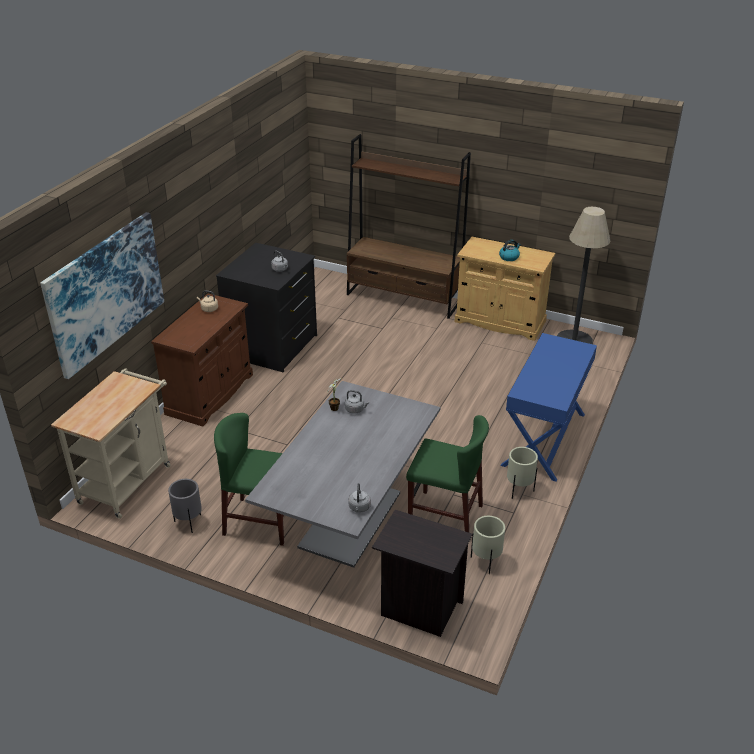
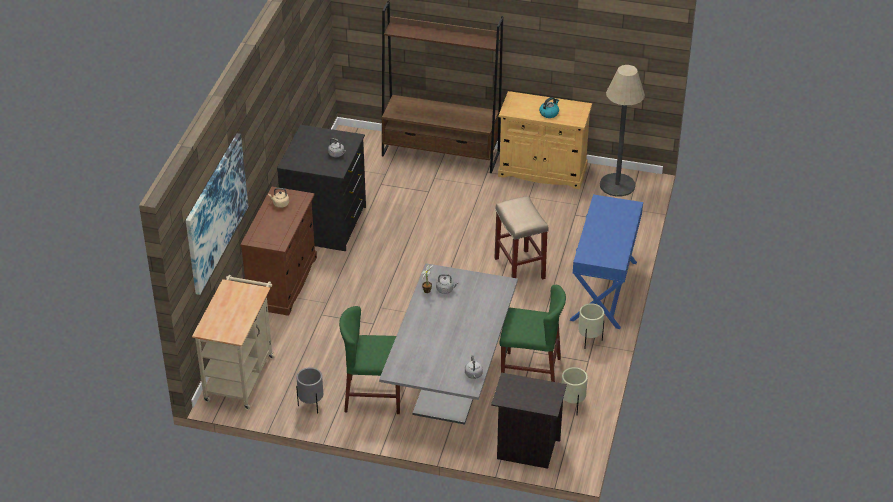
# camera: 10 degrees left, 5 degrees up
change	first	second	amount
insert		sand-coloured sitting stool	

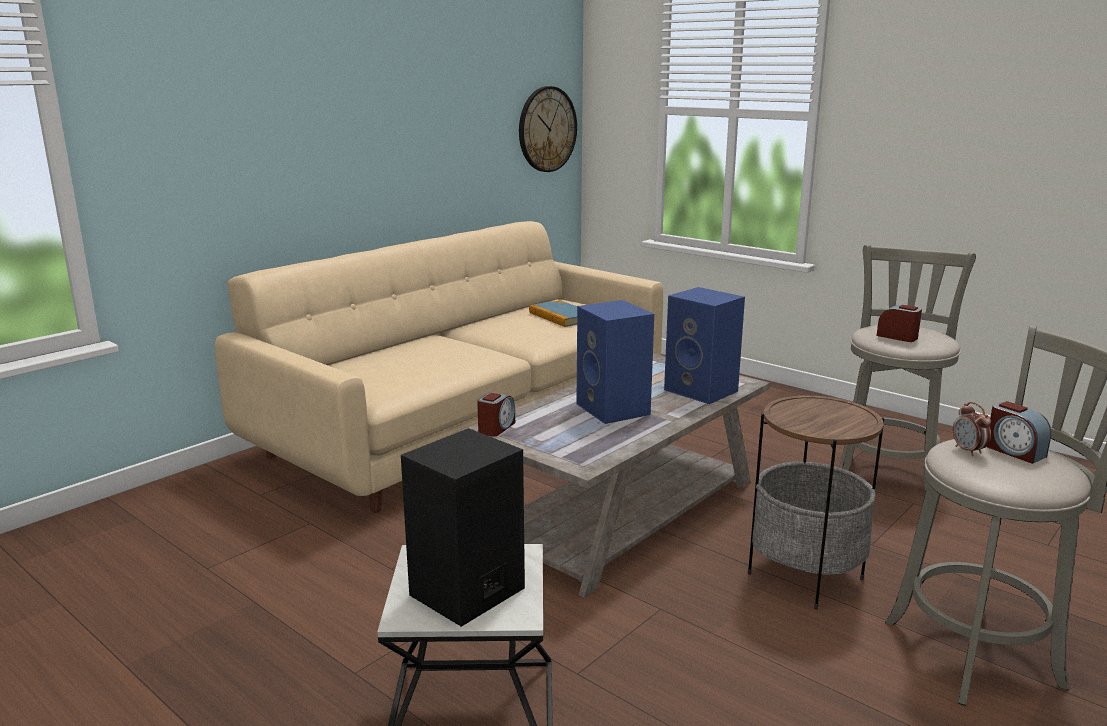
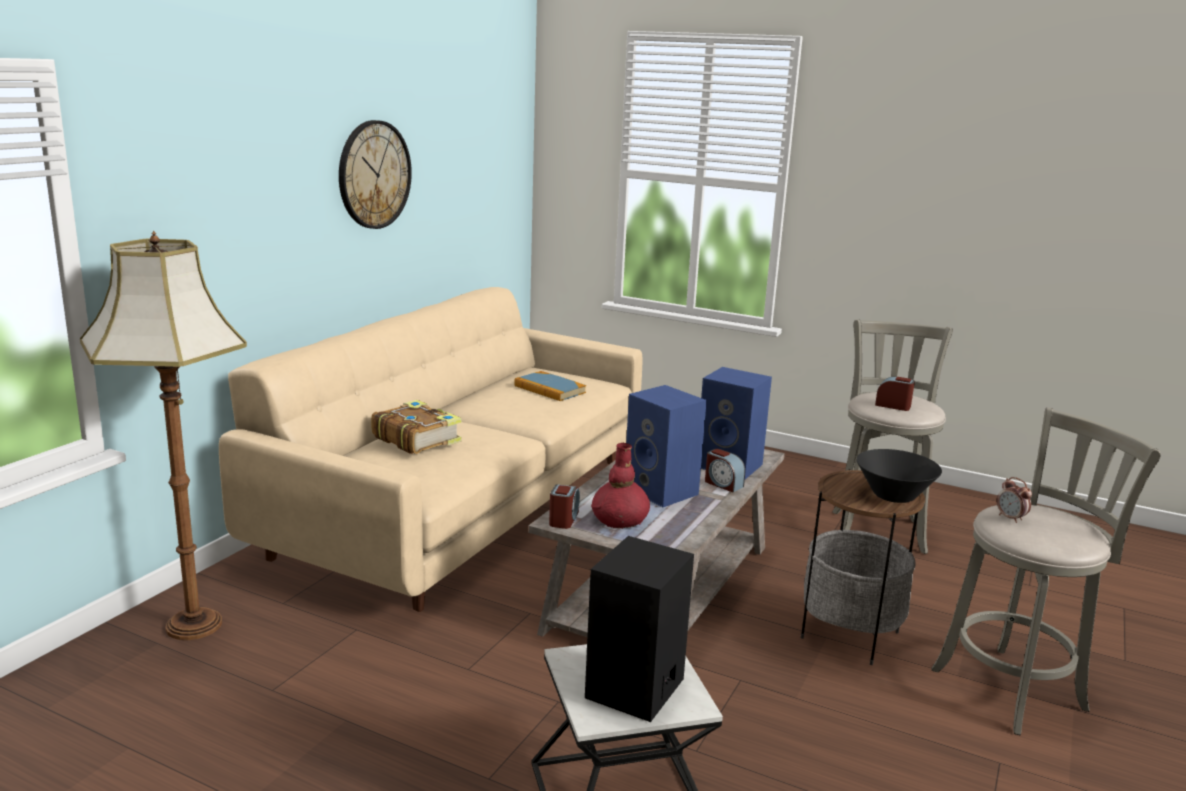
# camera: 15 degrees left, 0 degrees up
change	first	second	amount
move	hanging clock		
move	bedside clock (4th from left in the first image)	bedside clock (2nd from left)	
insert		standard lamp	
insert		bound book (1st from left)	
insert		red decorative vase	
insert		black deep dish	

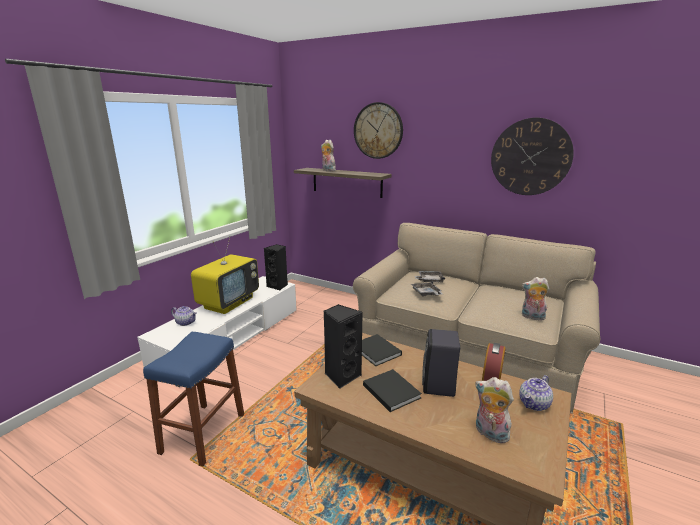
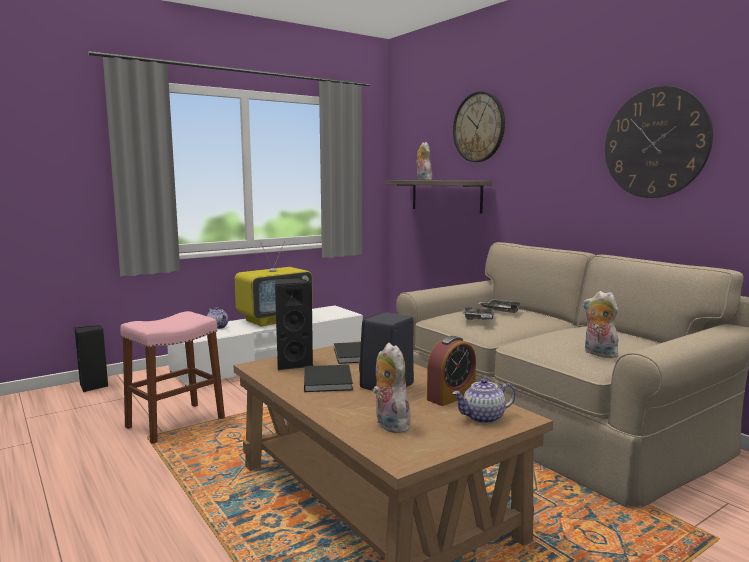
# camera: 25 degrees right, 10 degrees down
change	first	second	amount
move	black speaker (1st from left)		
recolor	blue sitting stool	pink sitting stool	

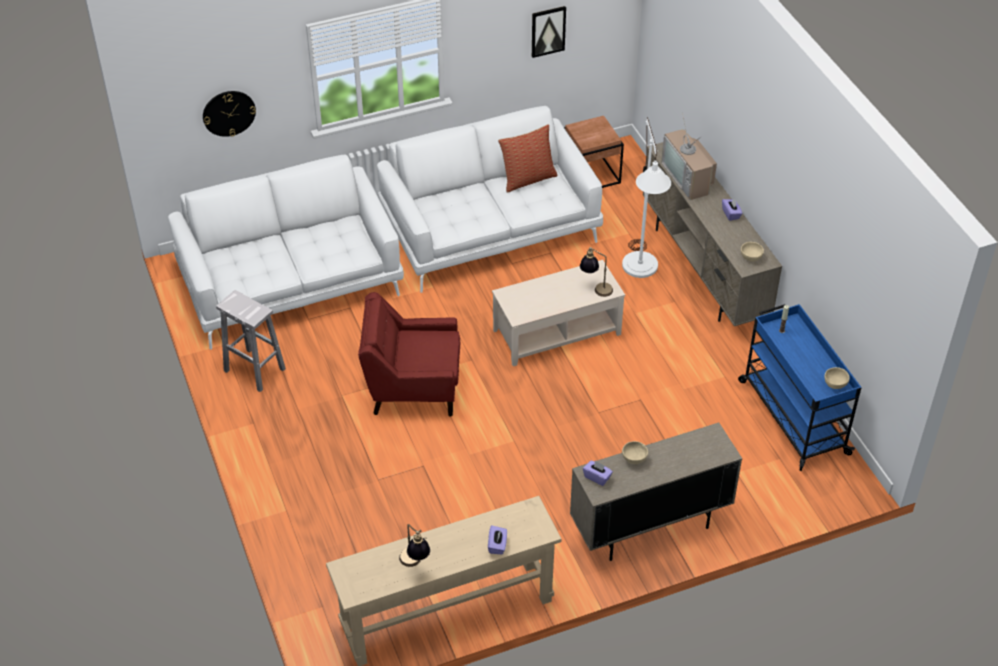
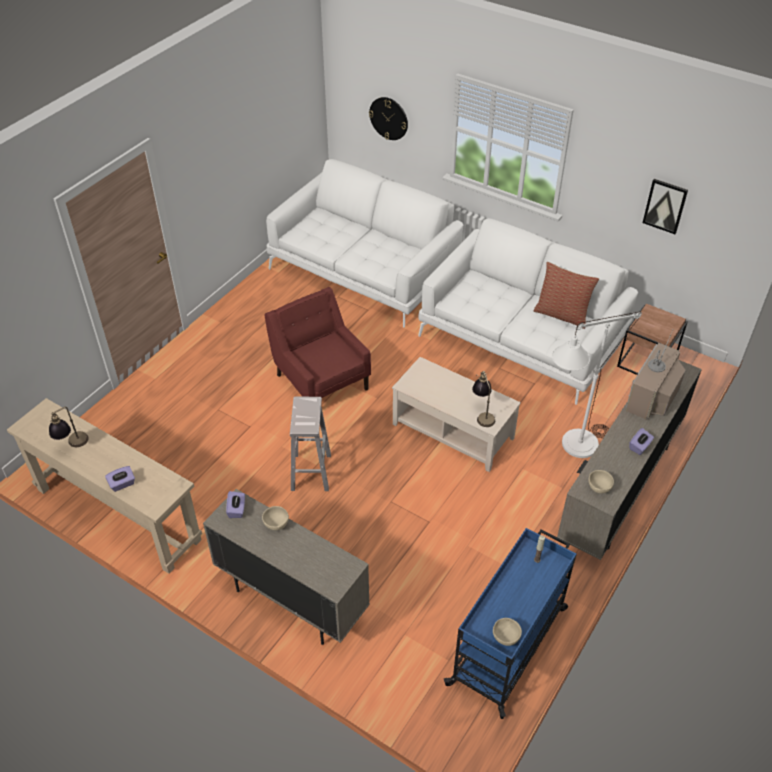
# camera: 55 degrees right, 0 degrees up
change	first	second	amount
move	white-coloured sitting stool		

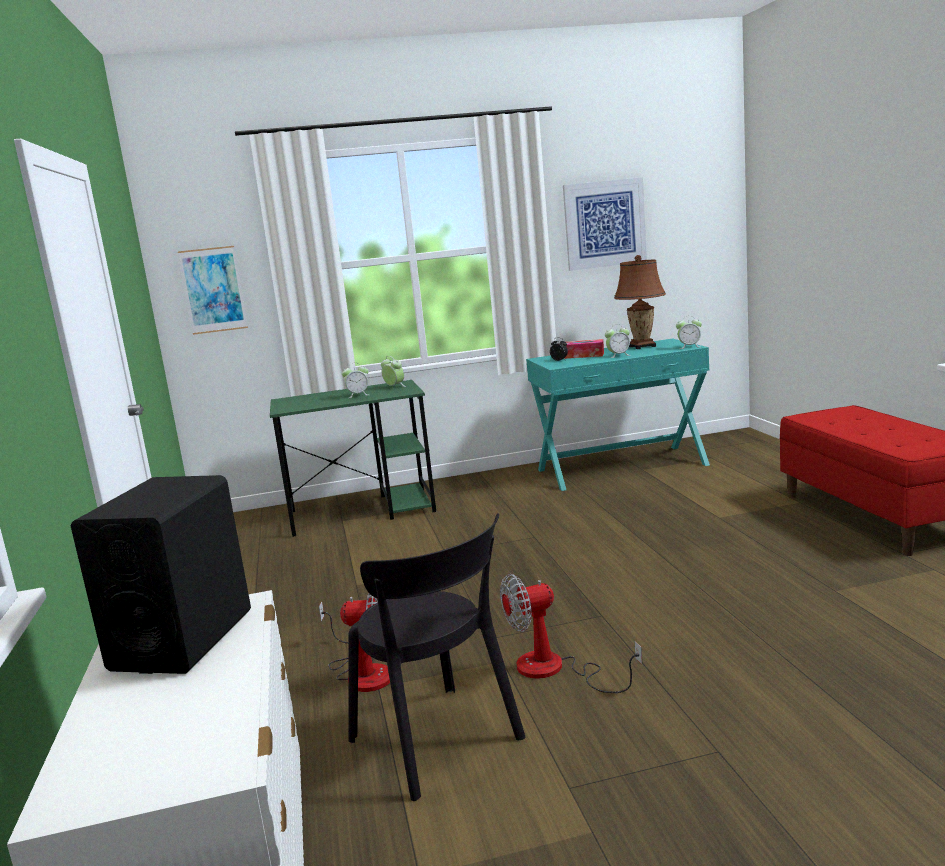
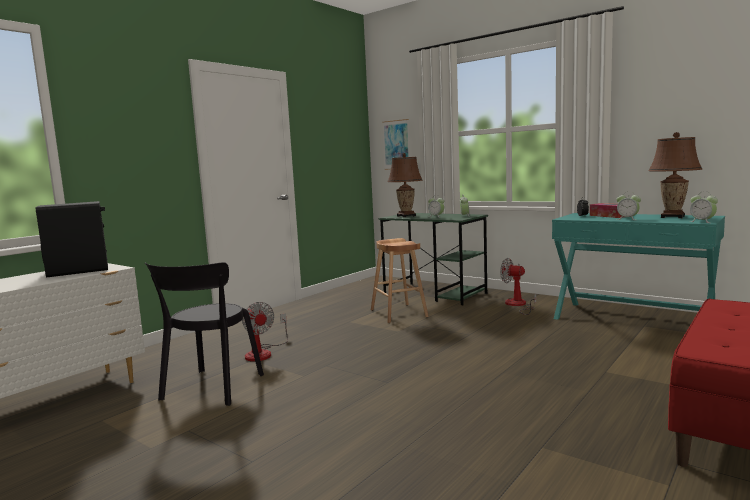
# camera: 50 degrees right, 5 degrees down
change	first	second	amount
delete	picture (2nd from left)		
move	fan (2nd from left)		
insert		brownish tabletop lamp (1st from left)	
insert		brownish sitting stool	

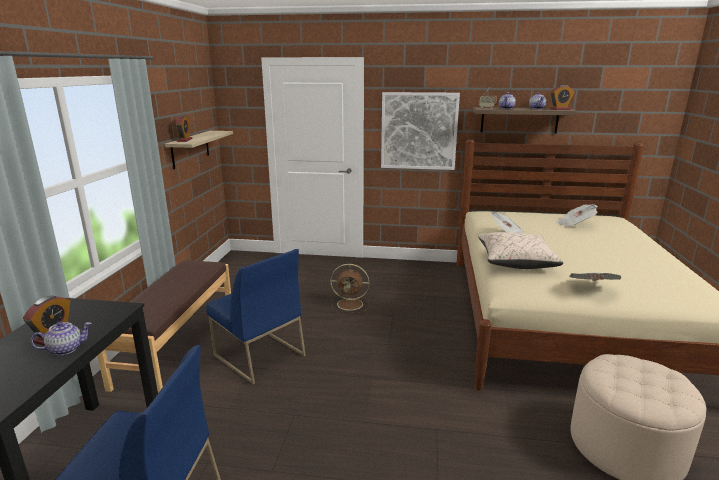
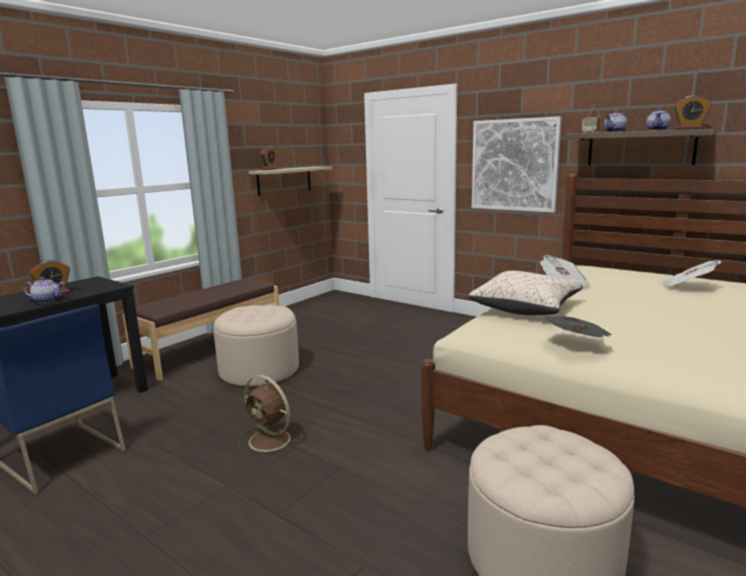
# camera: 30 degrees right, 5 degrees down
change	first	second	amount
replace	blue plain chair (2nd from left)	sand-coloured footrest (1st from left)	
move	brownish fan		

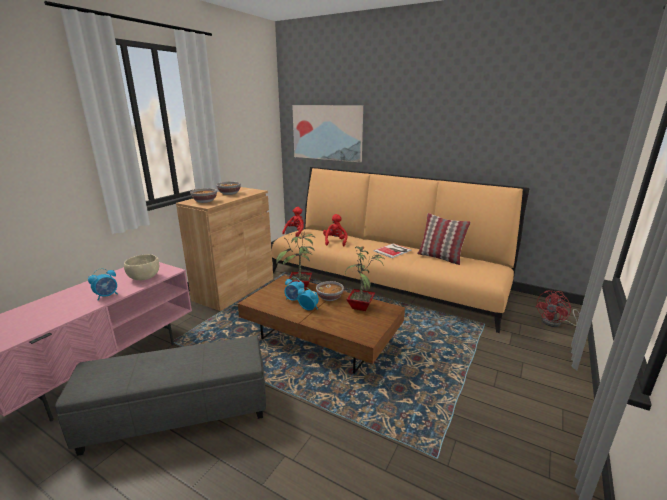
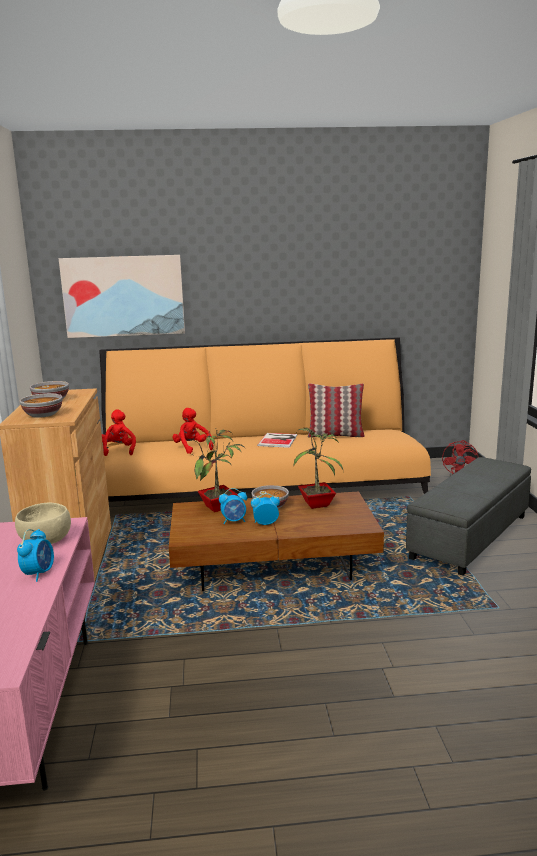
# camera: 35 degrees left, 5 degrees down
change	first	second	amount
move	greyish footrest		

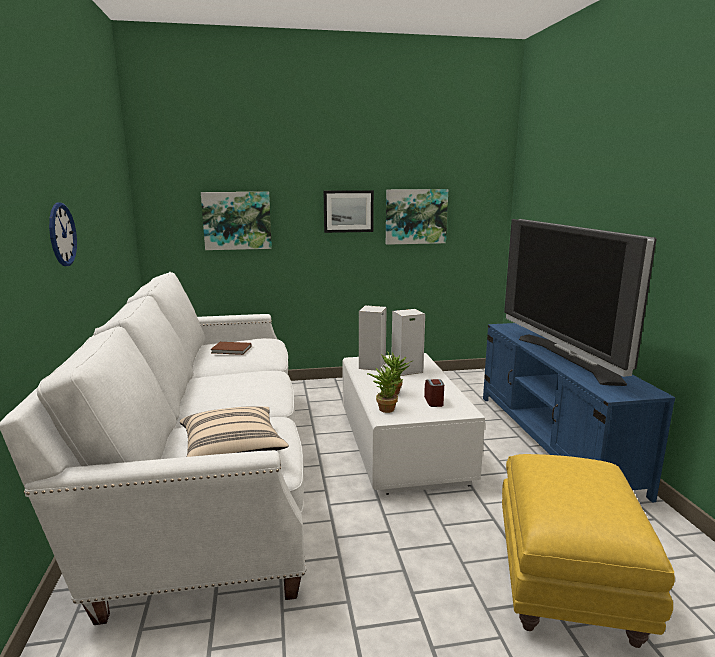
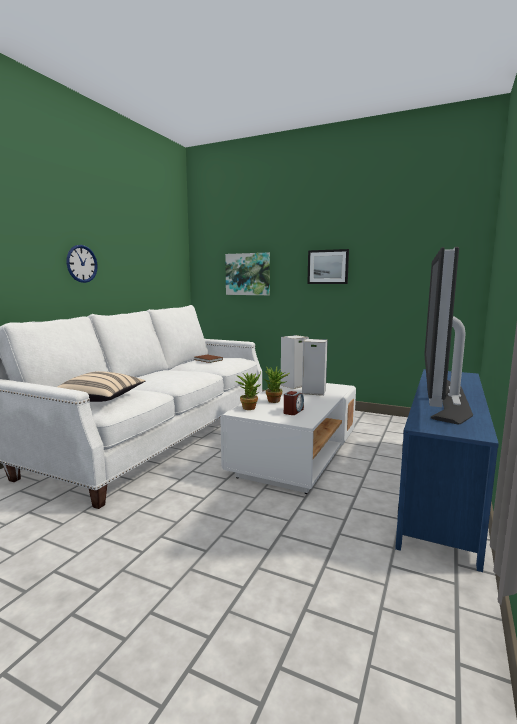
# camera: 35 degrees right, 5 degrees down
change	first	second	amount
delete	picture (3rd from left)		
delete	yellowish footrest		

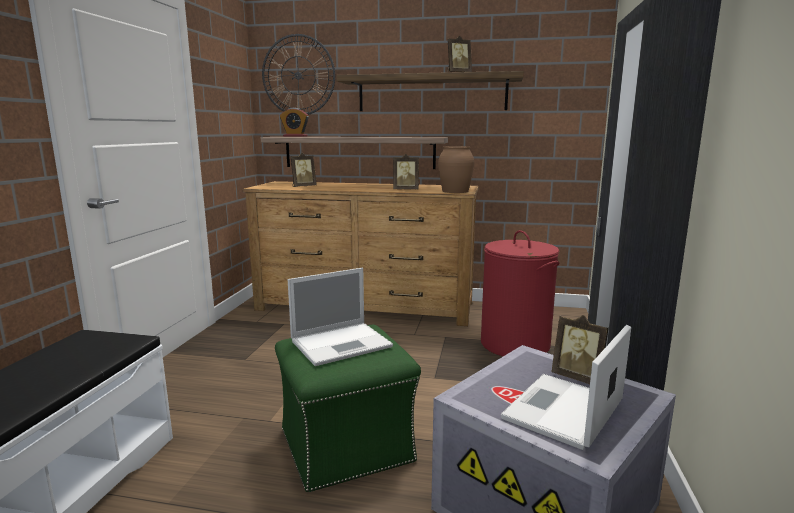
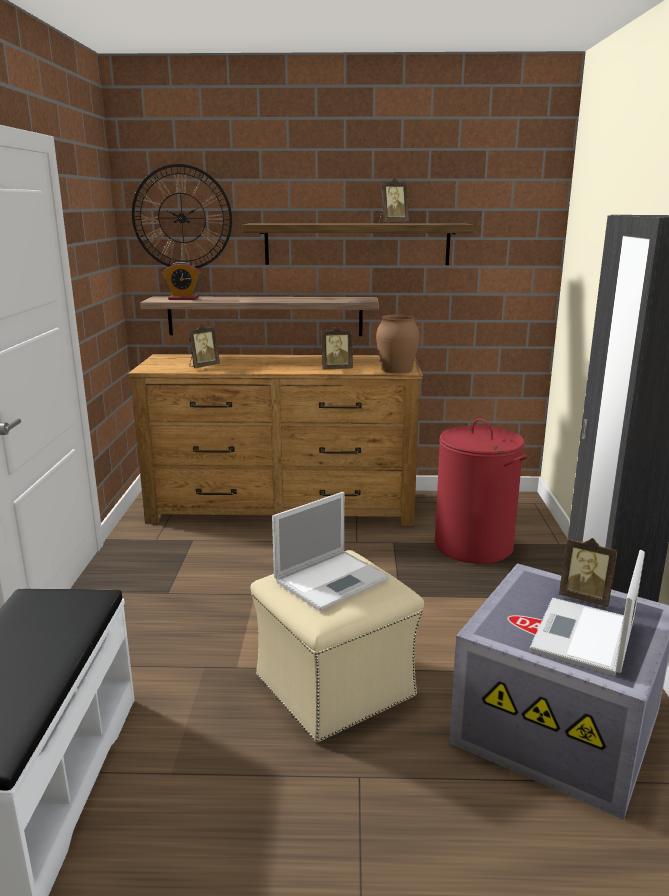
# camera: 10 degrees left, 5 degrees up
change	first	second	amount
recolor	greenish footrest	sand-coloured footrest	

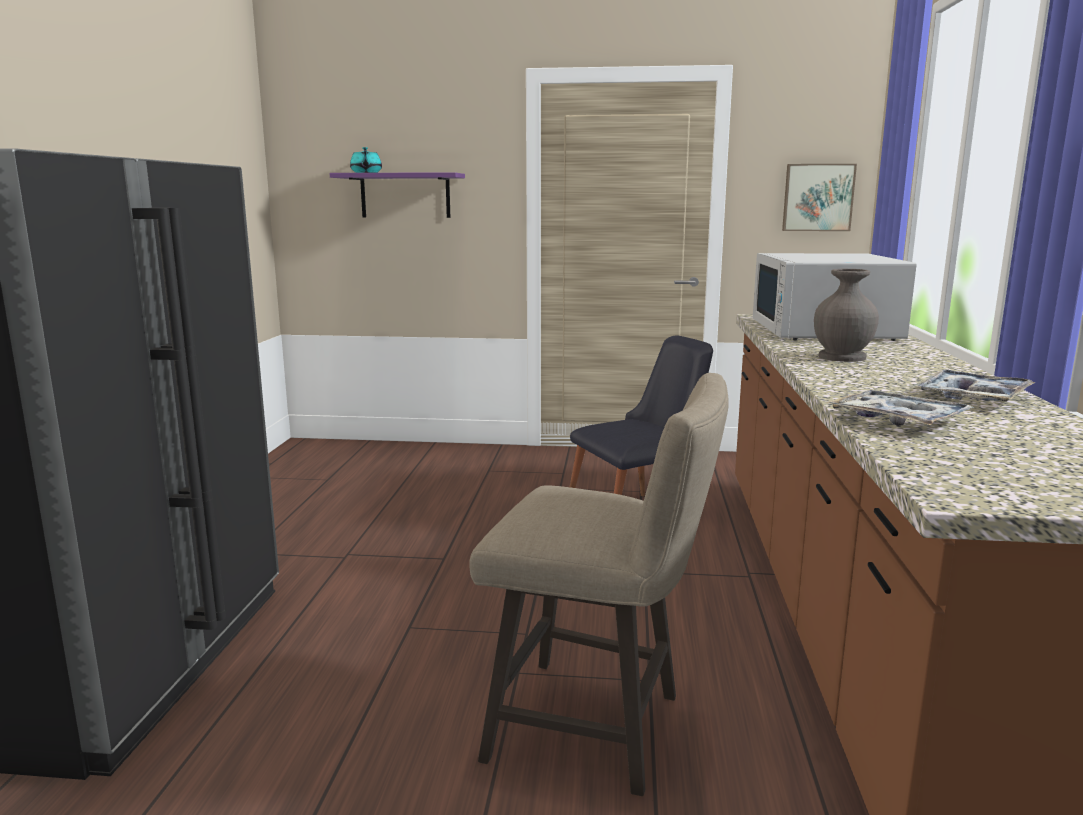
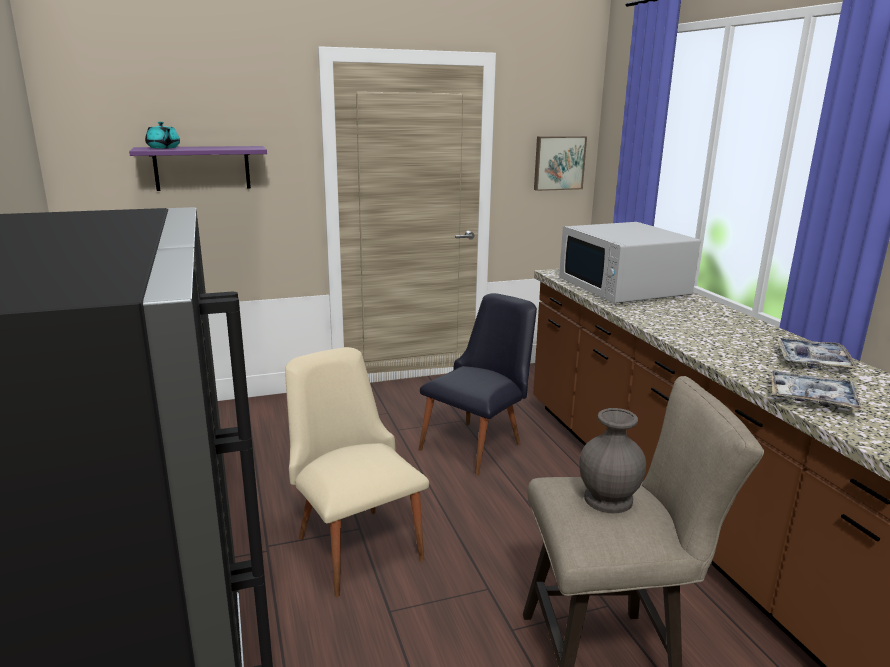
# camera: 25 degrees left, 5 degrees up
change	first	second	amount
move	greyish decorative vase		
insert		sand-coloured plain chair	

